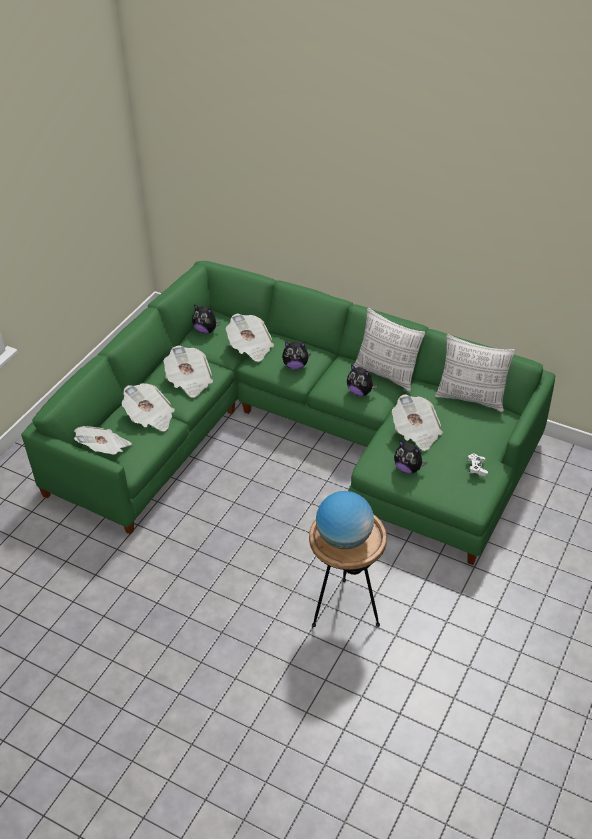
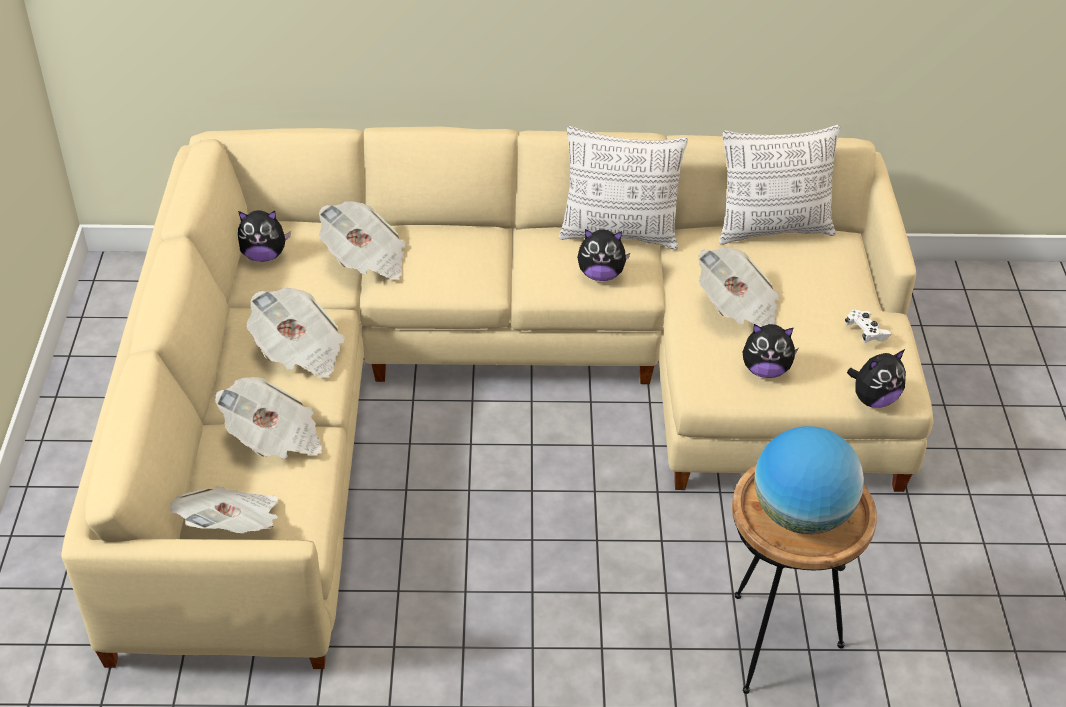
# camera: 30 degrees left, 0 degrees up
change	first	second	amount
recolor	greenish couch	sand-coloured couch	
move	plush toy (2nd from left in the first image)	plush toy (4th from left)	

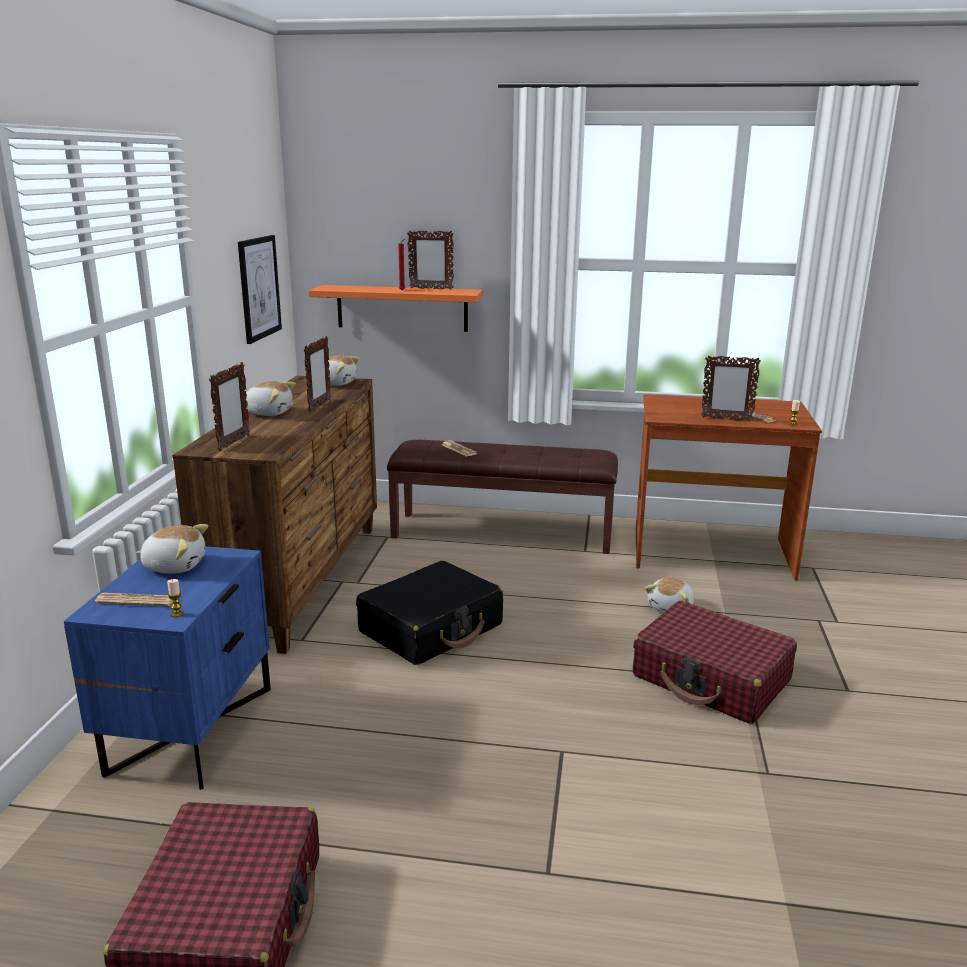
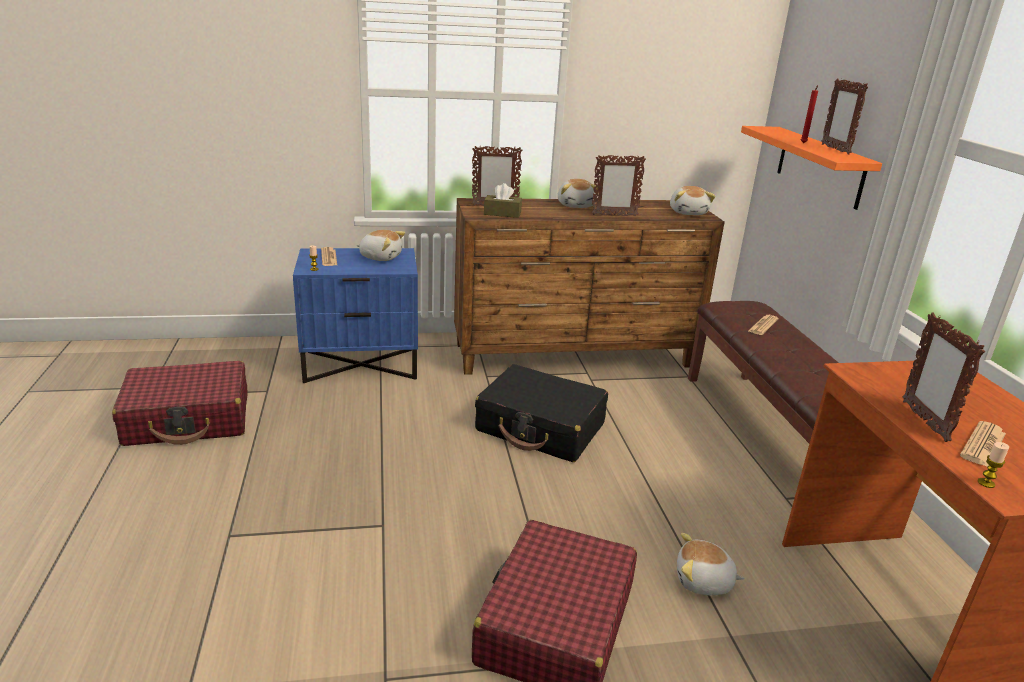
# camera: 70 degrees right, 5 degrees up
change	first	second	amount
delete	picture		
rotate	plush toy (1st from left)		60 degrees counterclockwise
insert		brownish tissue box	

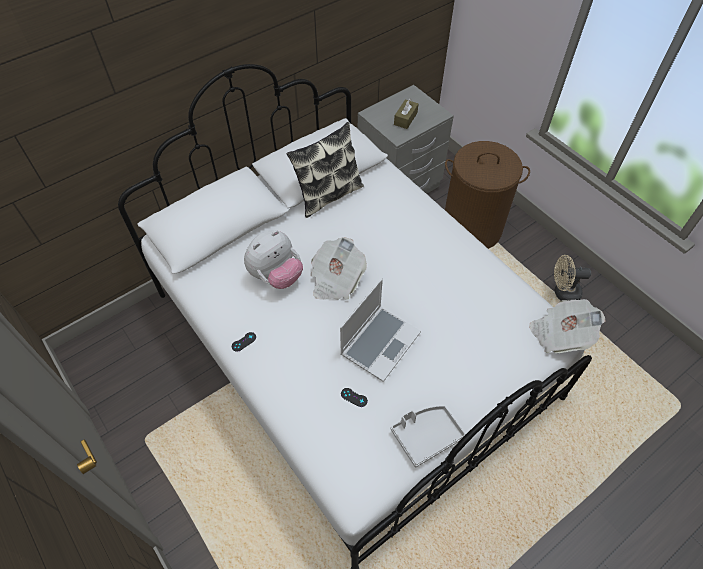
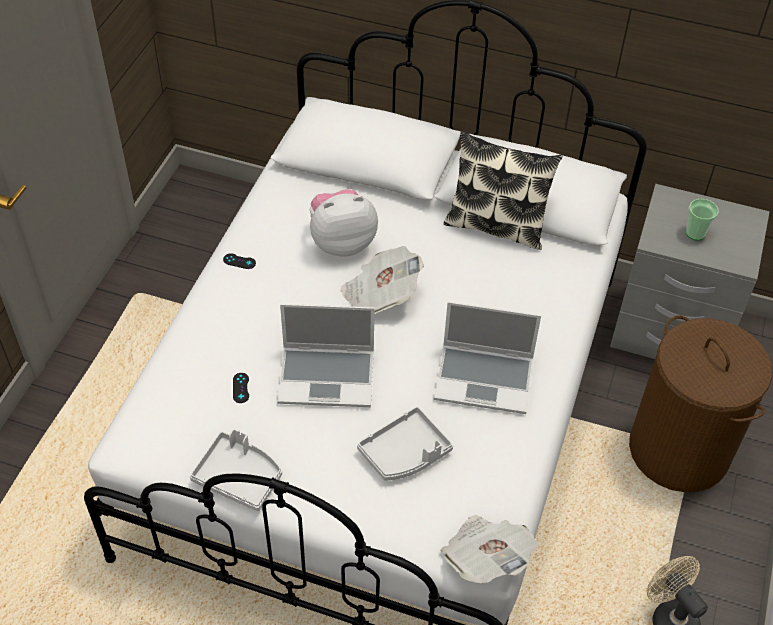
# camera: 55 degrees right, 5 degrees down
change	first	second	amount
replace	brownish tissue box	drinking cup	
rotate	plush toy		150 degrees clockwise
insert		portable computer (2nd from left)	
insert		greyish serving tray (2nd from left)	

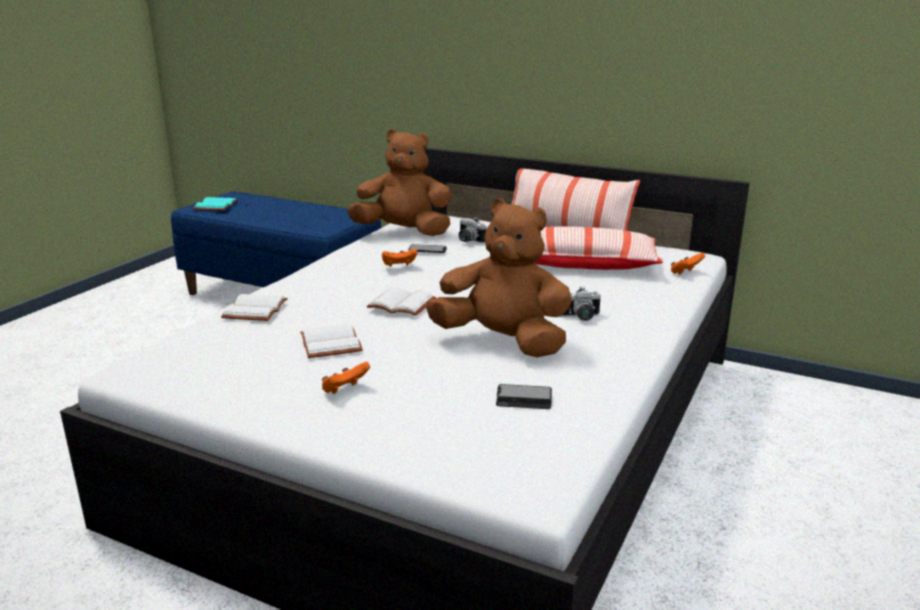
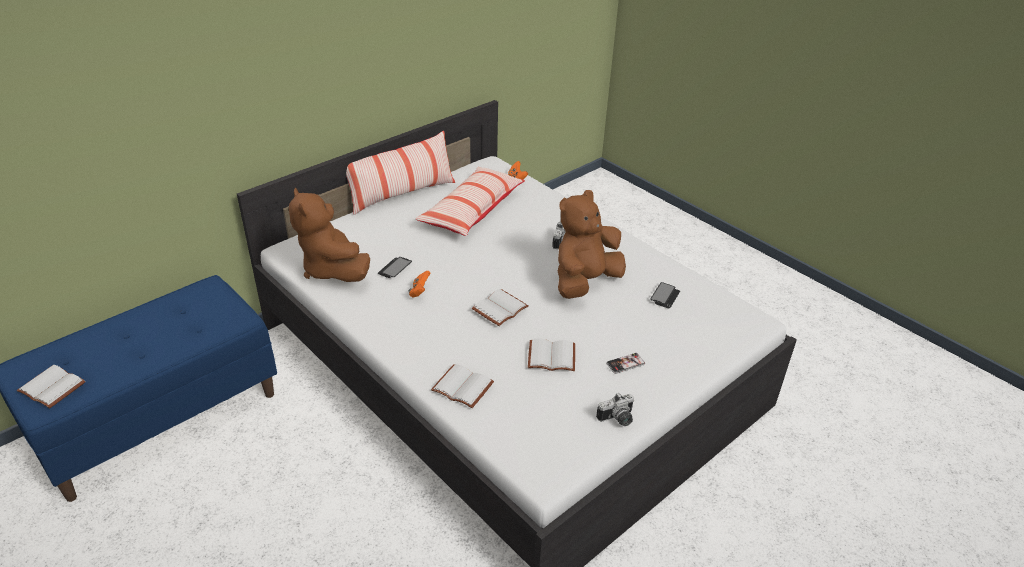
# camera: 70 degrees left, 15 degrees up
change	first	second	amount
rotate	brownish plush toy (1st from left)		60 degrees counterclockwise
recolor	blue-green bound book	white-coloured bound book (1st from left)	
move	still camera (1st from left in the first image)	still camera (2nd from left)	
replace	orange gamepad (1st from left)	phone (2nd from left)	

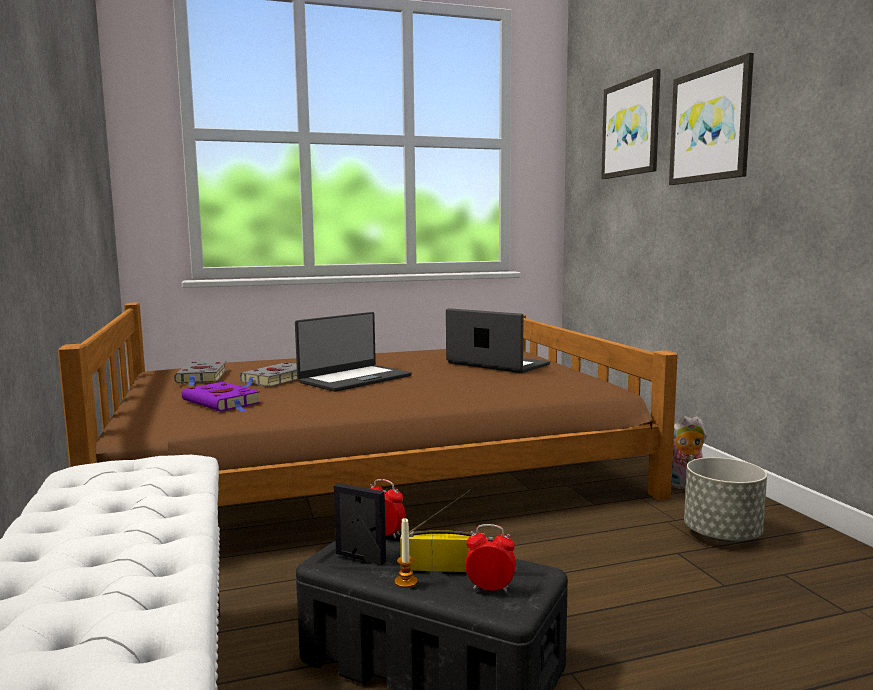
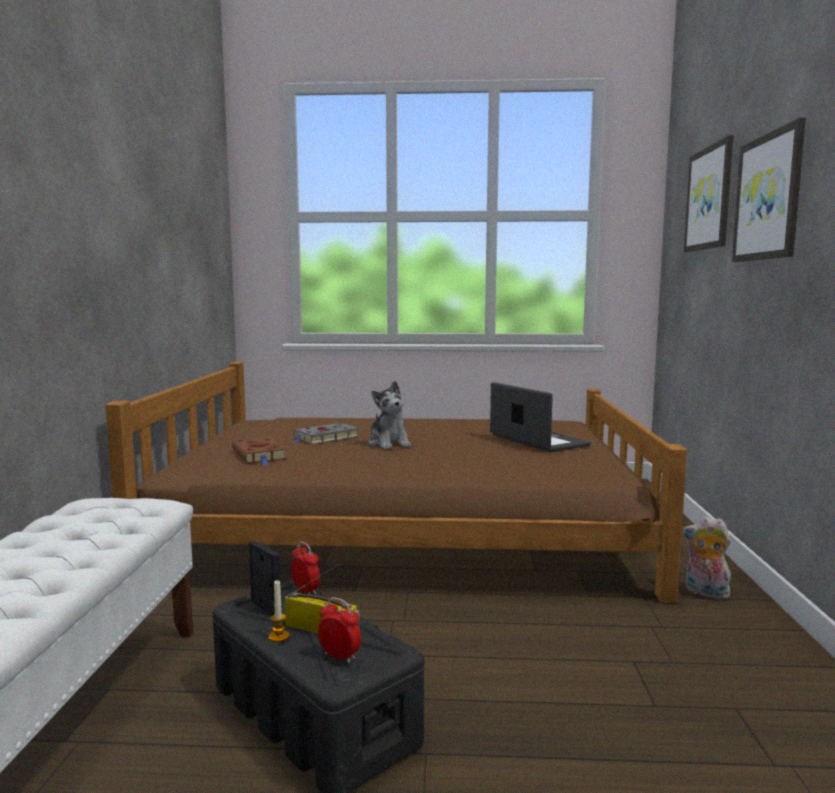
# camera: 20 degrees right, 0 degrees up
change	first	second	amount
replace	portable computer (1st from left)	plush toy (1st from left)	
delete	greyish bound book (1st from left)		
recolor	purple bound book	brownish bound book	
delete	greyish flower pot		

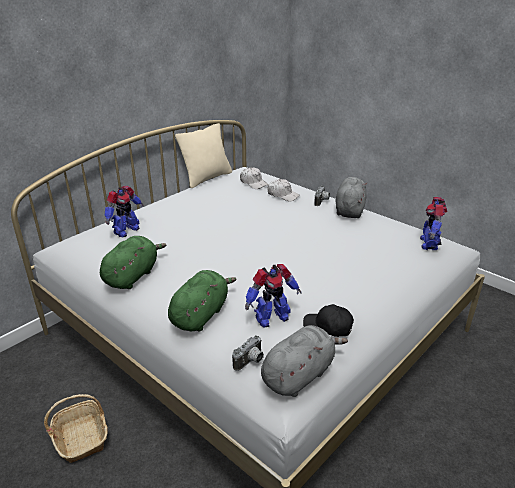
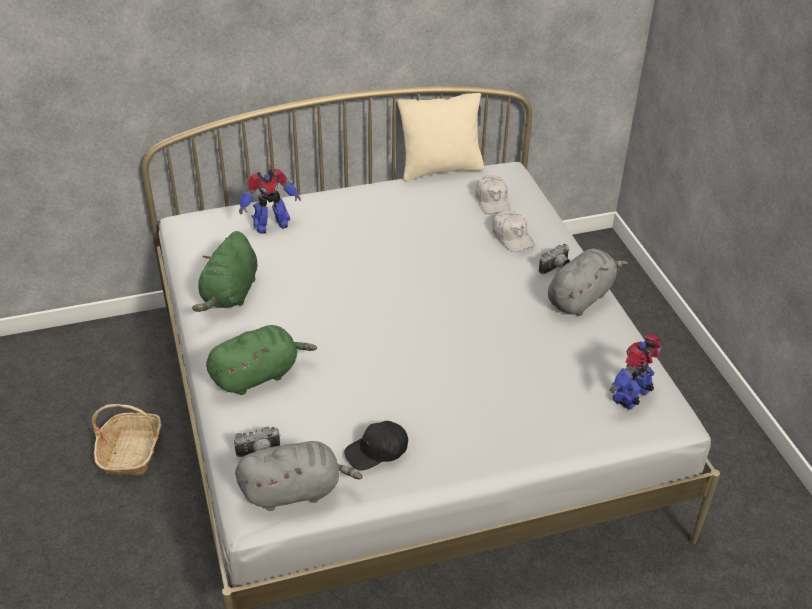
# camera: 30 degrees right, 10 degrees up
change	first	second	amount
rotate	greenish plush toy (1st from left)		135 degrees clockwise
delete	model robot (2nd from left)		
rotate	black cap		75 degrees counterclockwise

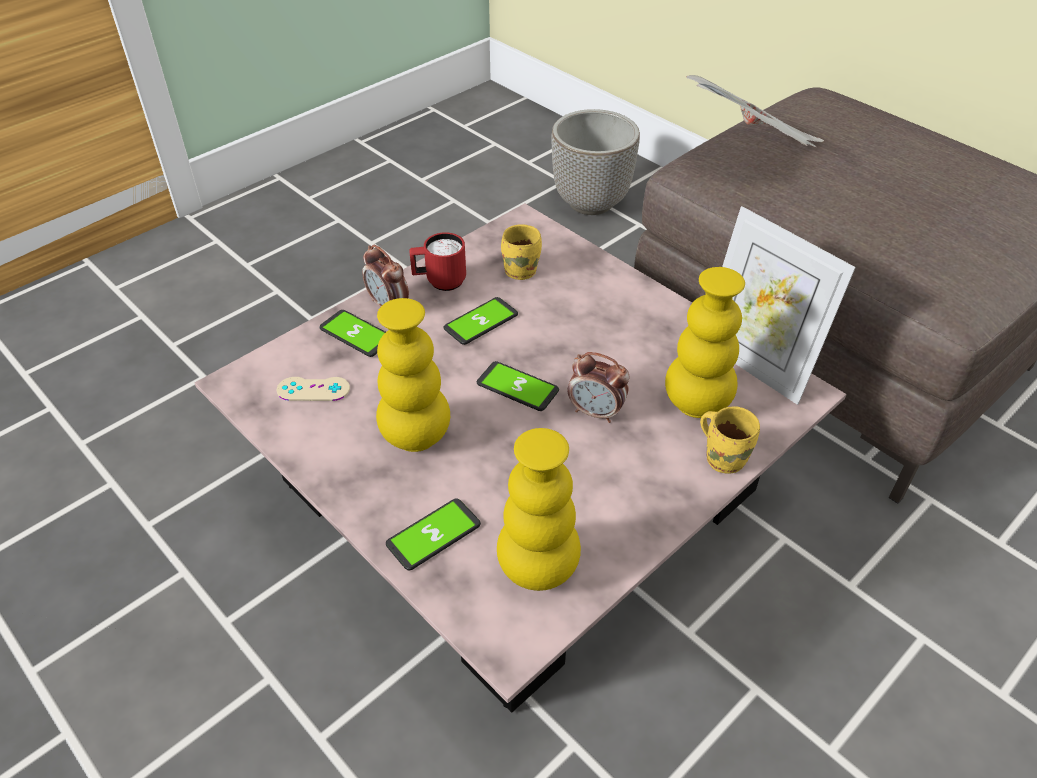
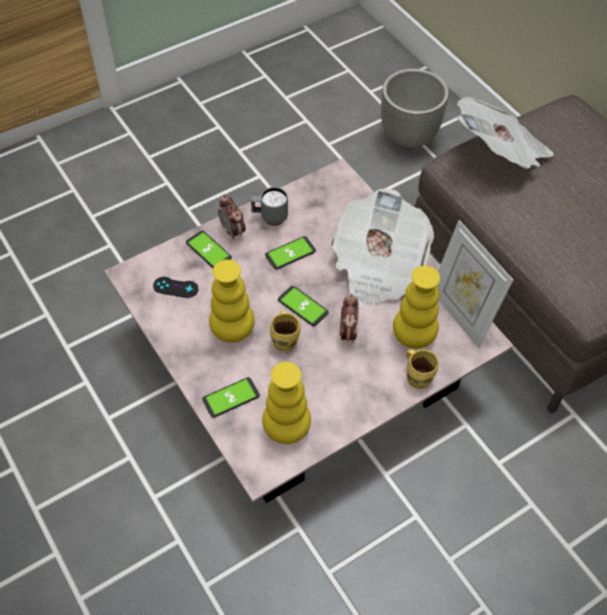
# camera: 10 degrees right, 10 degrees up
change	first	second	amount
move	yellowish mug (1st from left)		
recolor	red mug	greyish mug	
rotate	bedside clock (2nd from left)		120 degrees counterclockwise
recolor	sand-coloured gamepad	black gamepad	
insert		printed paper (1st from left)	

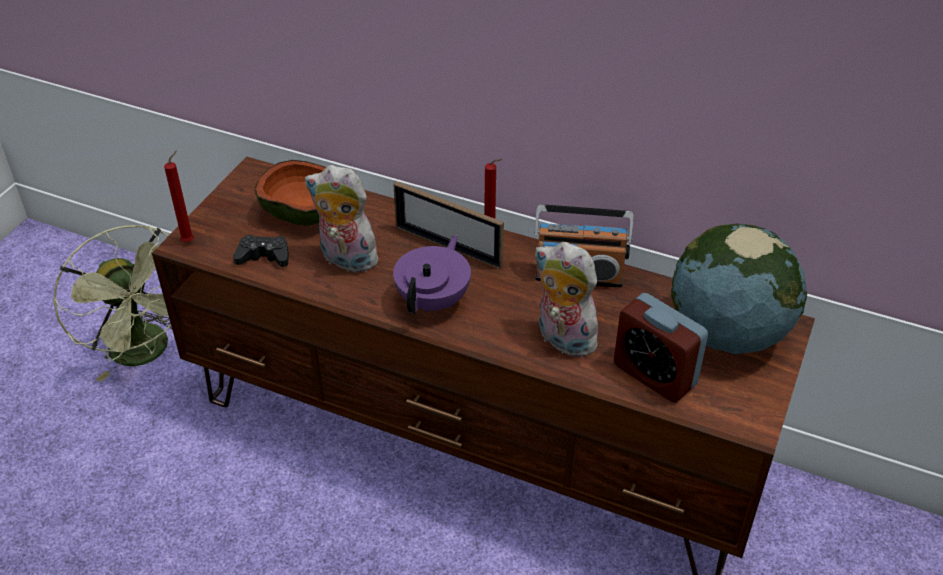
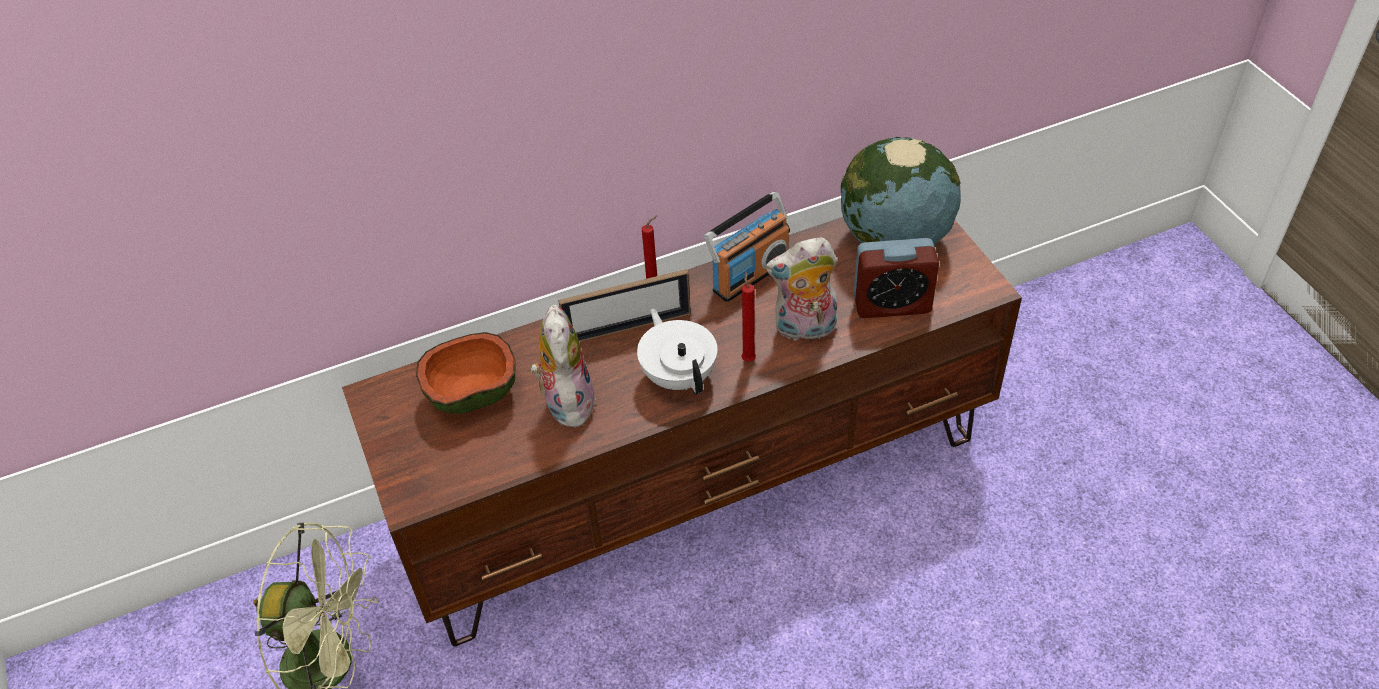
# camera: 45 degrees left, 5 degrees up
change	first	second	amount
move	red candle (1st from left in the first image)	red candle (2nd from left)	
rotate	plush toy (1st from left)		105 degrees clockwise
delete	black gamepad		
recolor	purple pot for tea	white-coloured pot for tea	

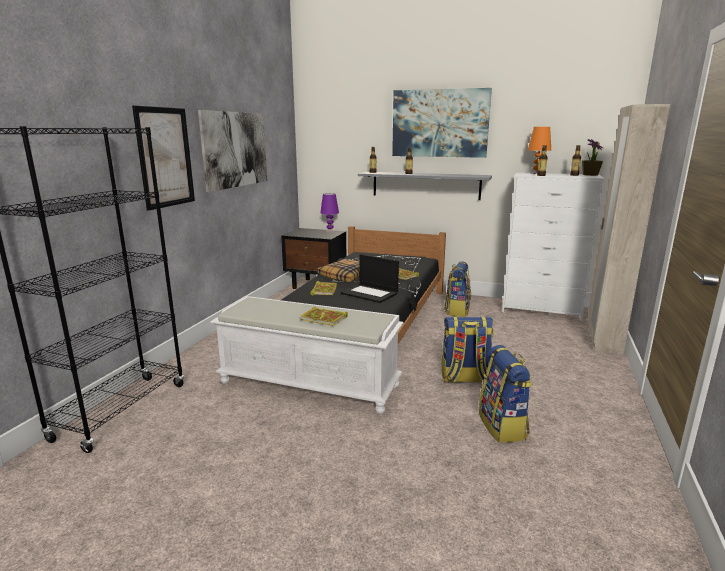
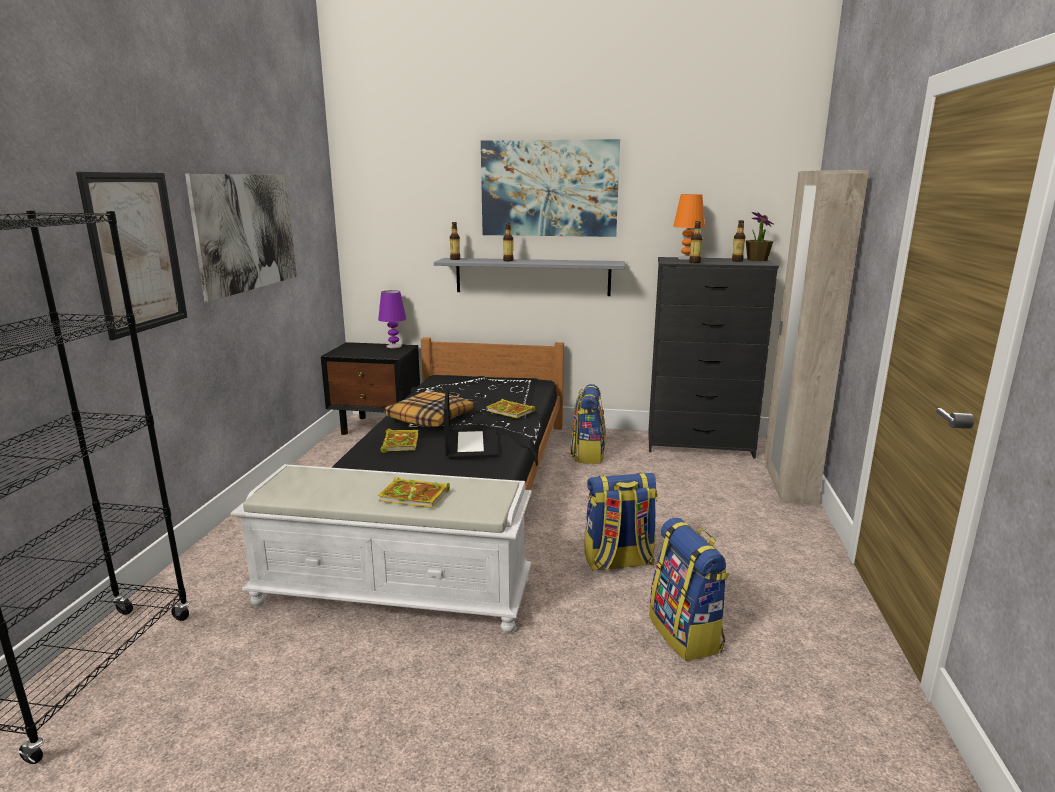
# camera: 10 degrees left, 0 degrees up
change	first	second	amount
recolor	white-coloured dresser	black dresser	
rotate	portable computer		120 degrees counterclockwise

